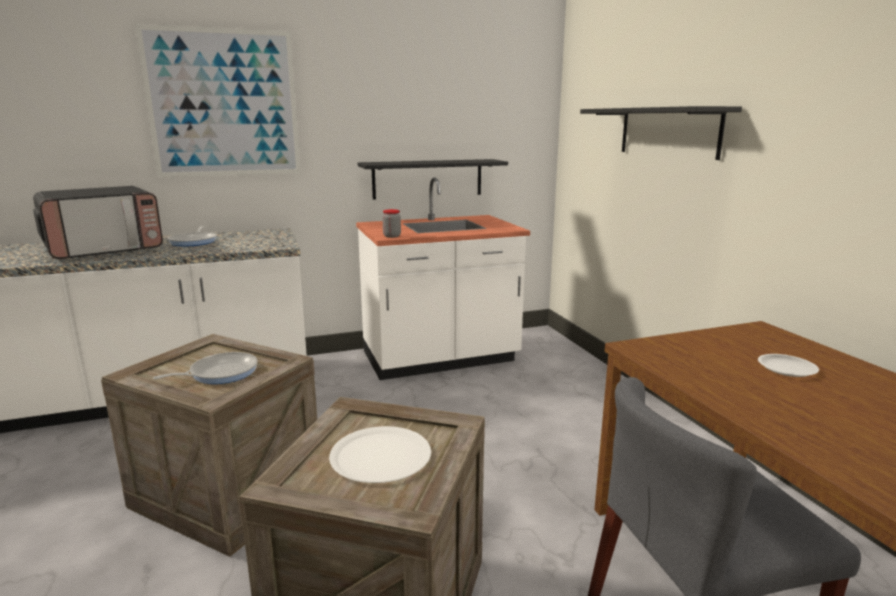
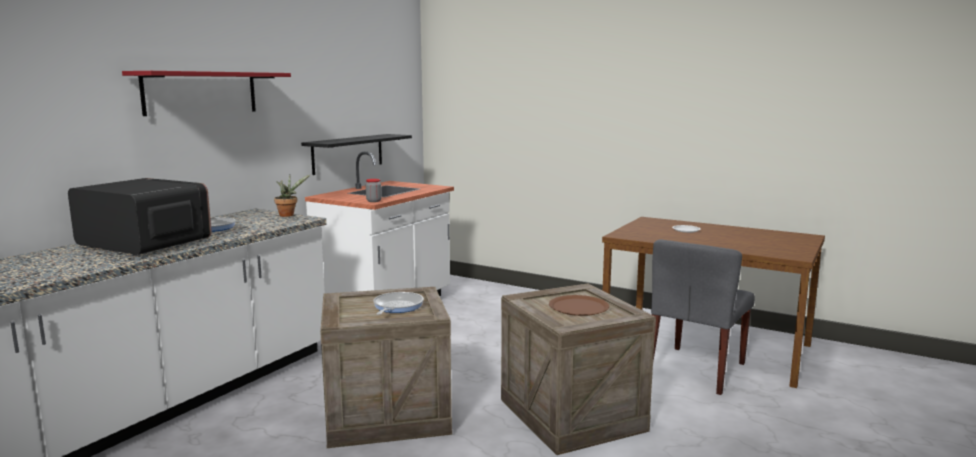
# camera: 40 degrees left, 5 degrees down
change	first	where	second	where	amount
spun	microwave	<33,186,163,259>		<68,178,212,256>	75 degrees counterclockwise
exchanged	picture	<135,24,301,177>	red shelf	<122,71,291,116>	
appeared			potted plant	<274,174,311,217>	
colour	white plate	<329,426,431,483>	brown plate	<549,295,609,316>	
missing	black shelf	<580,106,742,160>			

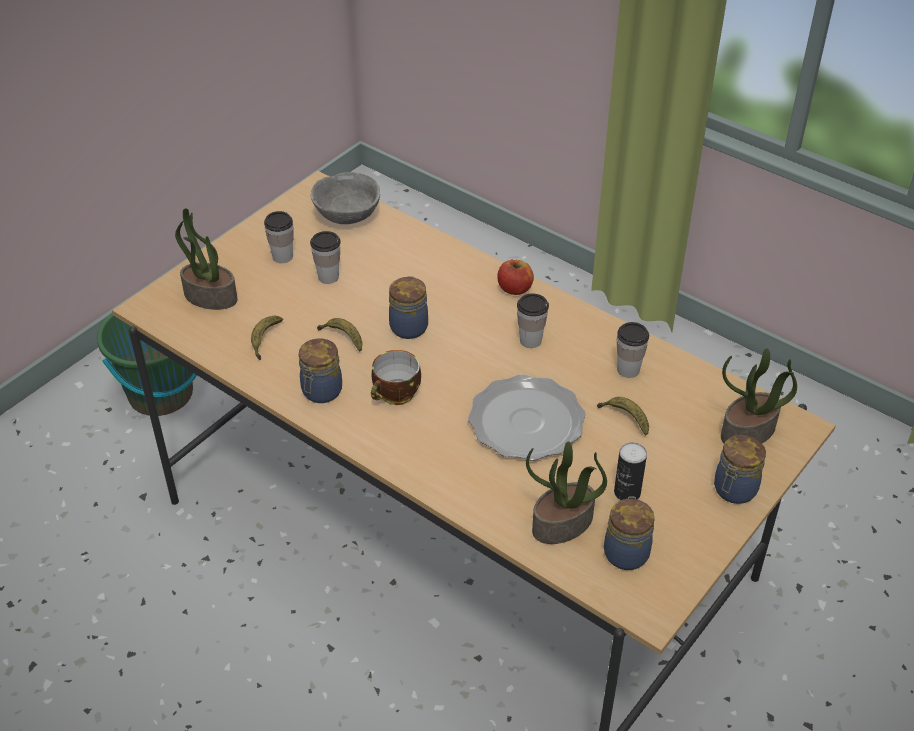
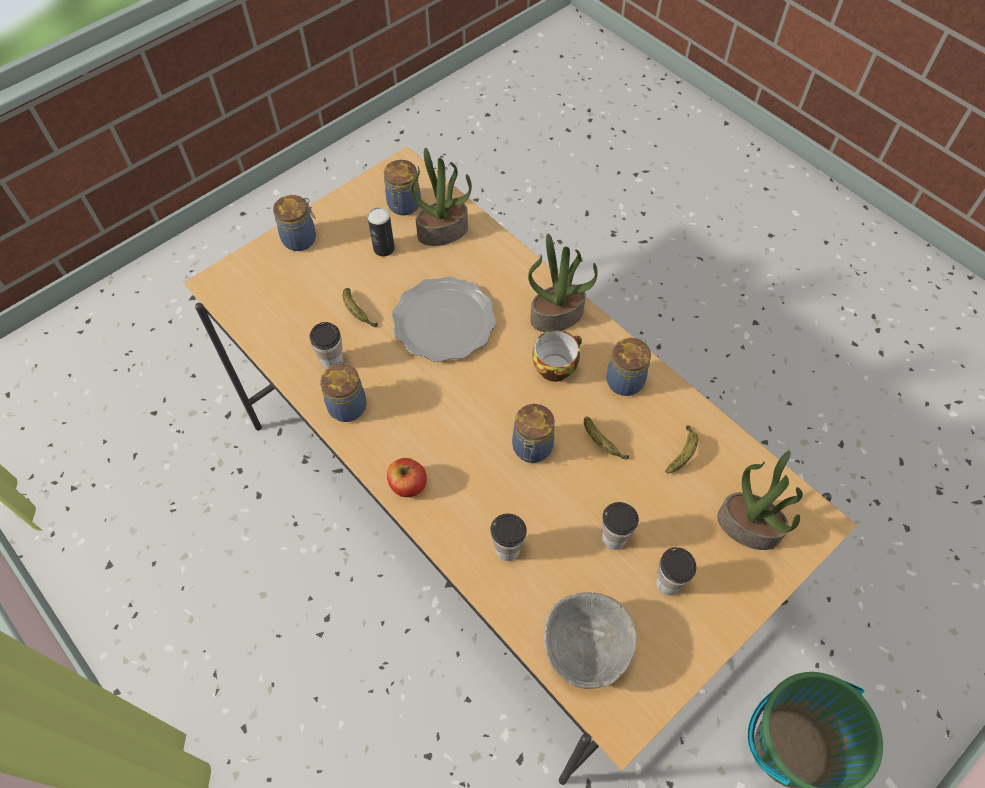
# camera: 170 degrees left, 15 degrees up
change	first	where	second	where	amount
appeared			jar	<320,361,366,422>	
relocated	cup	<517,293,549,348>		<491,514,527,561>	
relocated	potted plant	<721,348,797,444>		<528,234,598,332>	

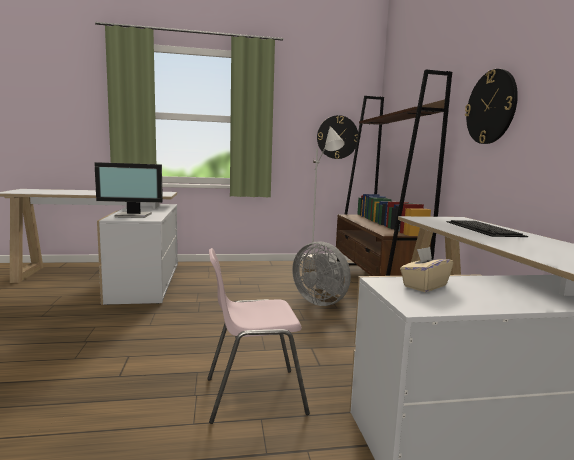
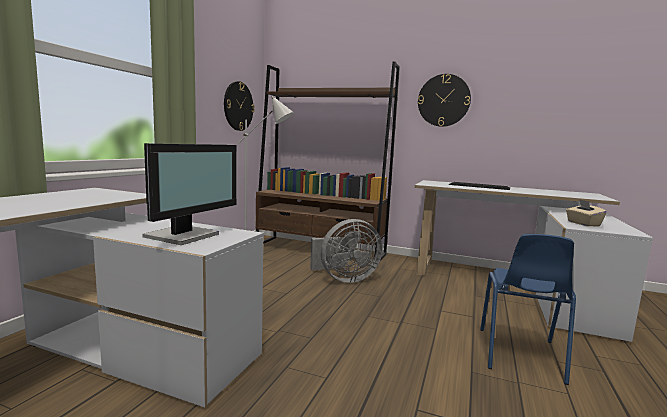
# camera: 60 degrees left, 0 degrees up
change	first	where	second	where	amount
colour	pink chair	<207,248,310,424>	blue chair	<480,234,576,385>	

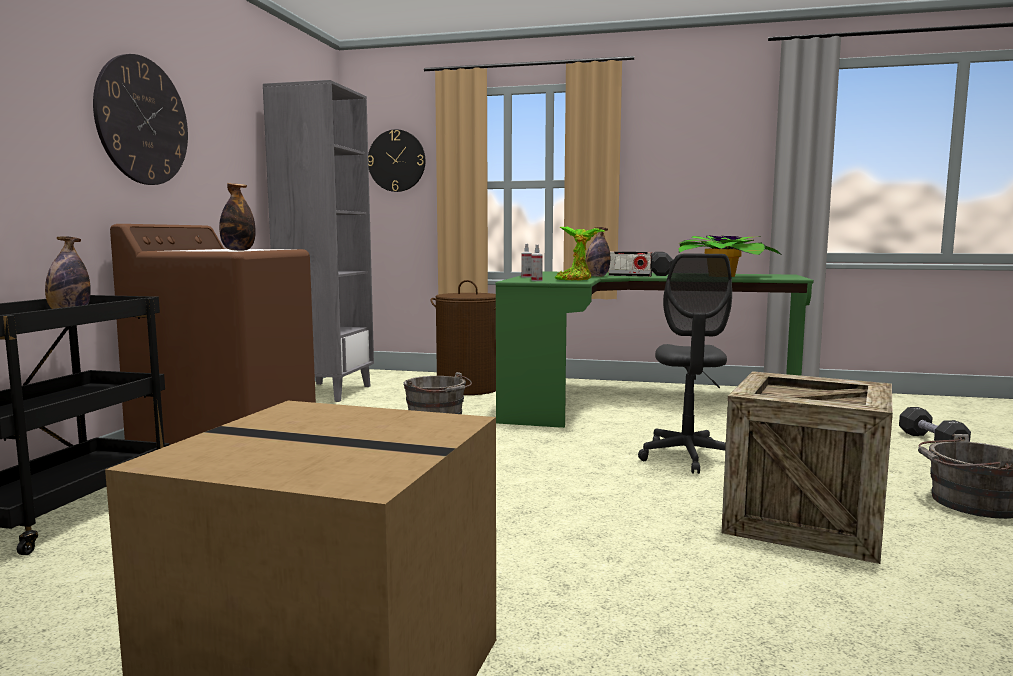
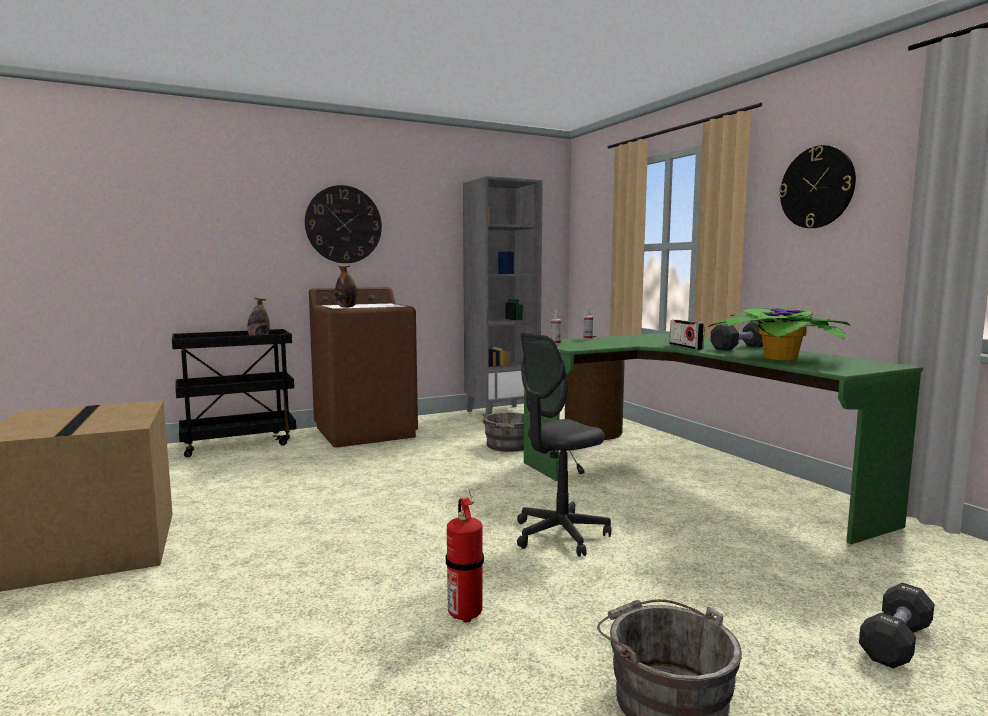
# camera: 50 degrees right, 0 degrees up
change	first	where	second	where	amount
exchanged	crate	<722,371,893,564>	fire extinguisher	<446,490,484,623>	
relocated	wall clock	<368,129,425,192>		<779,145,856,228>	
missing	potted plant	<555,226,606,281>			
missing	bottle	<585,227,610,277>			

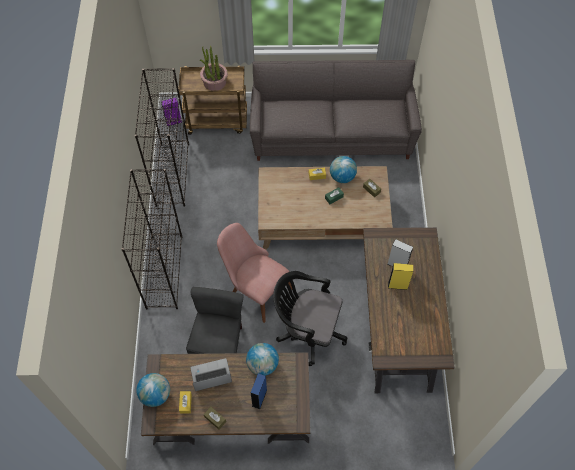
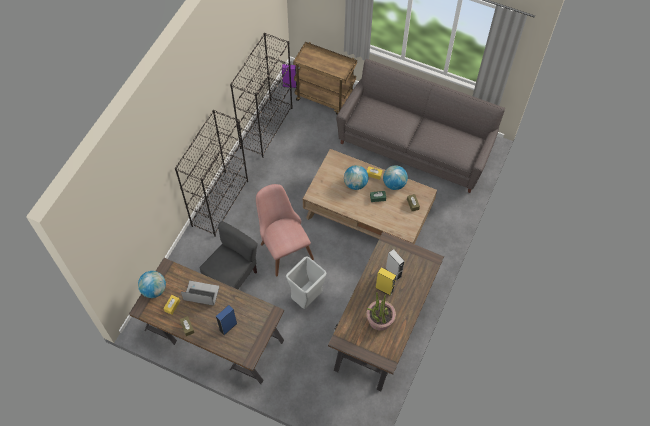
# camera: 25 degrees right, 0 degrees up
change	first	where	second	where	amount
exchanged	black office chair	<273,271,347,366>	grey trash can	<286,256,326,309>	
relocated	globe	<246,343,279,376>		<344,165,368,190>	
relocated	potted plant	<200,46,228,91>		<366,292,396,331>	

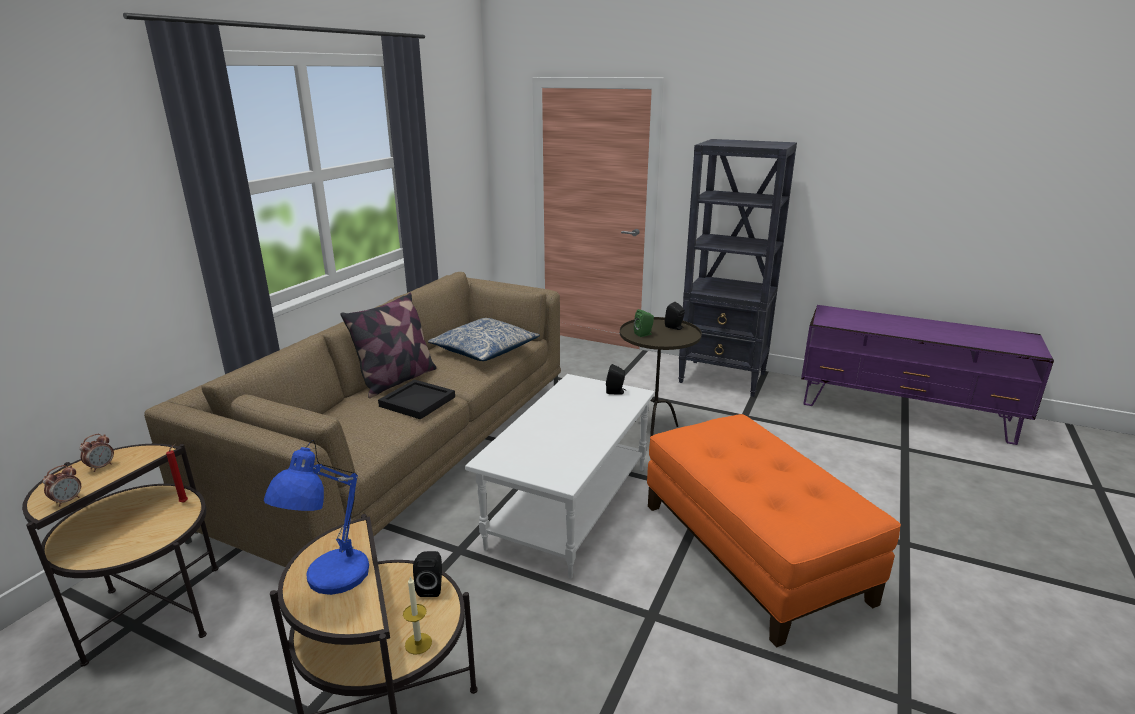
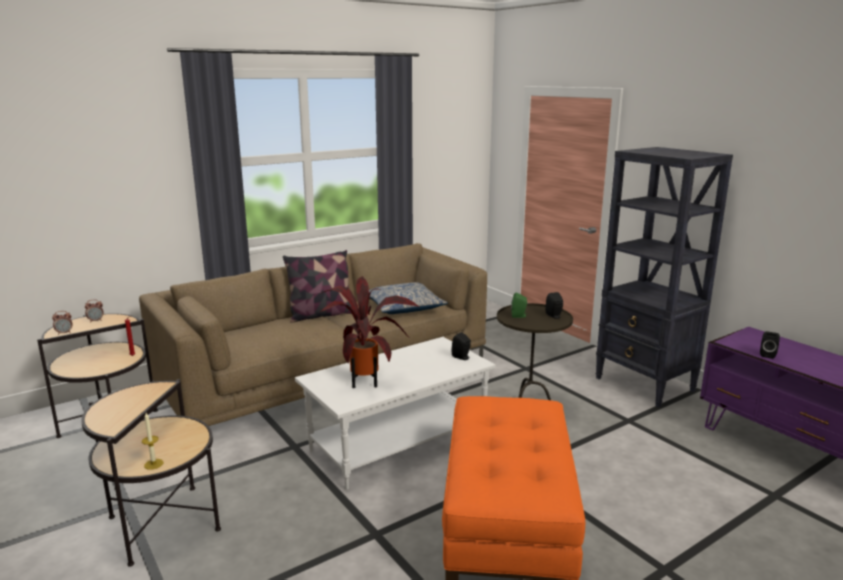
# camera: 30 degrees right, 5 degrees down
change	first	where	second	where	amount
appeared			potted plant	<319,276,419,388>	
relocated	black speaker	<413,551,442,597>		<760,331,780,359>	
missing	blue table lamp	<264,440,369,595>			
missing	black tray	<378,379,455,419>			

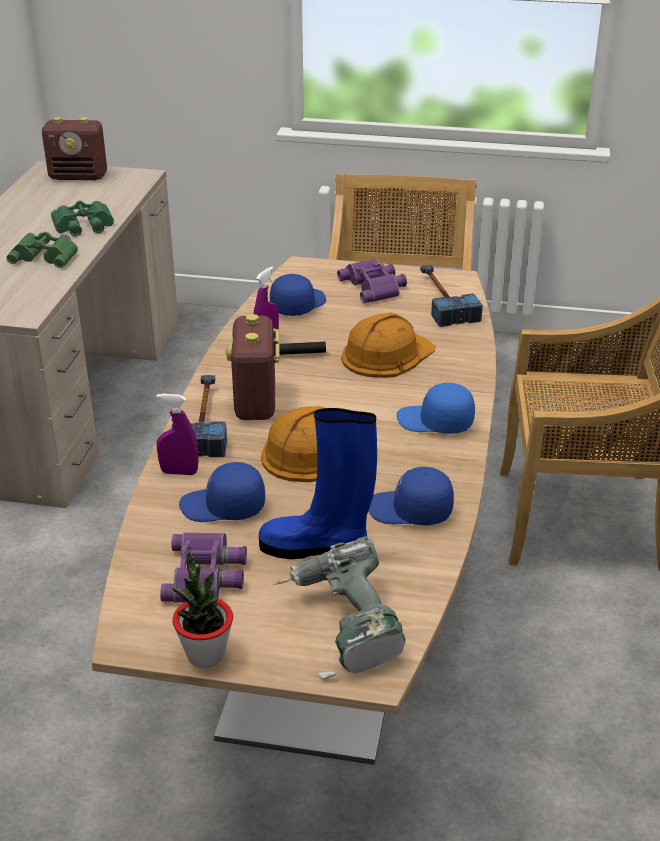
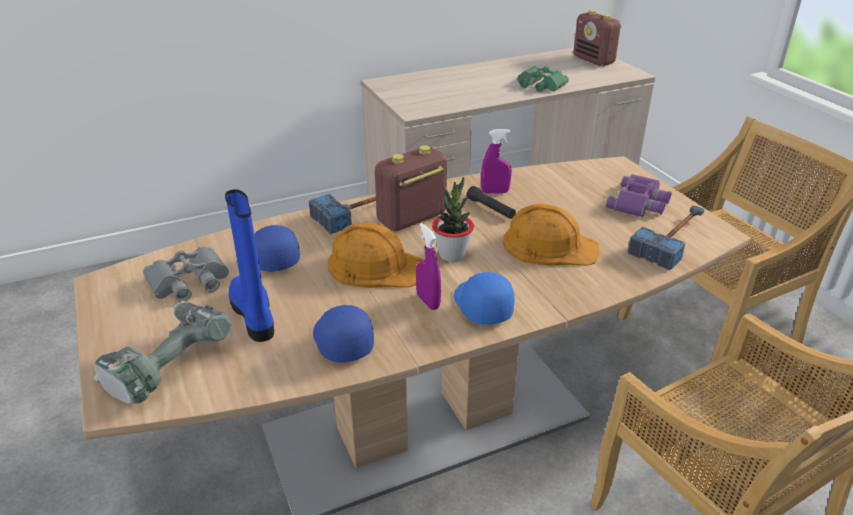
# camera: 55 degrees right, 0 degrees up
change	first	where	second	where	amount
colour	purple binoculars	<160,532,247,603>	grey binoculars	<143,247,229,302>	
relocated	purple spray bottle	<156,394,199,475>		<416,223,441,310>	
relocated	potted plant	<172,551,233,668>		<432,177,474,262>	
missing	green binoculars	<7,232,78,268>			
missing	blue cap	<270,274,326,316>			

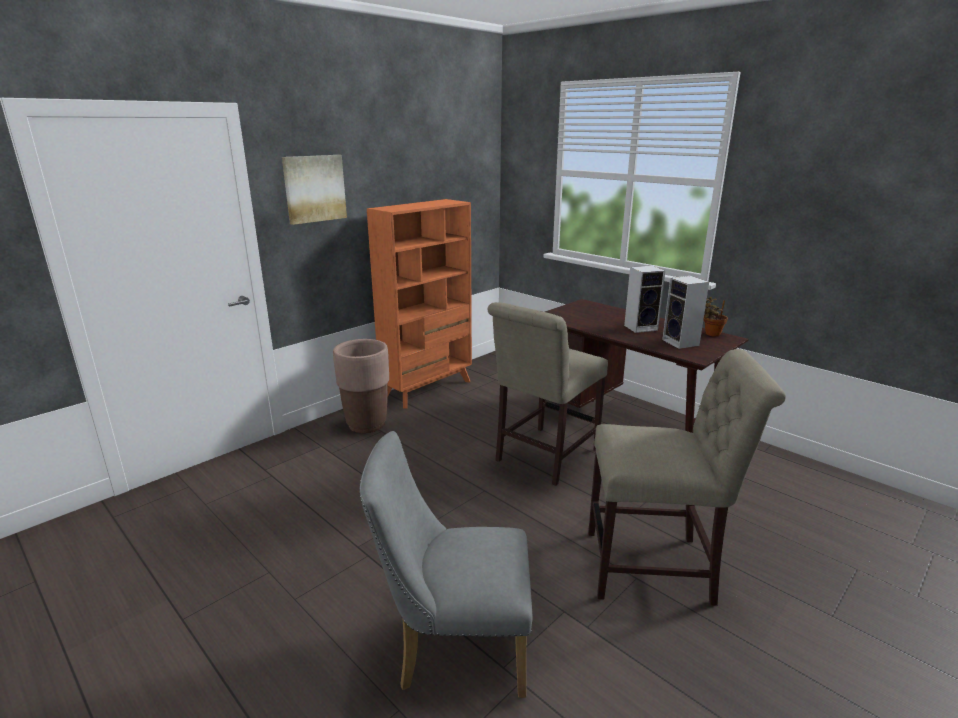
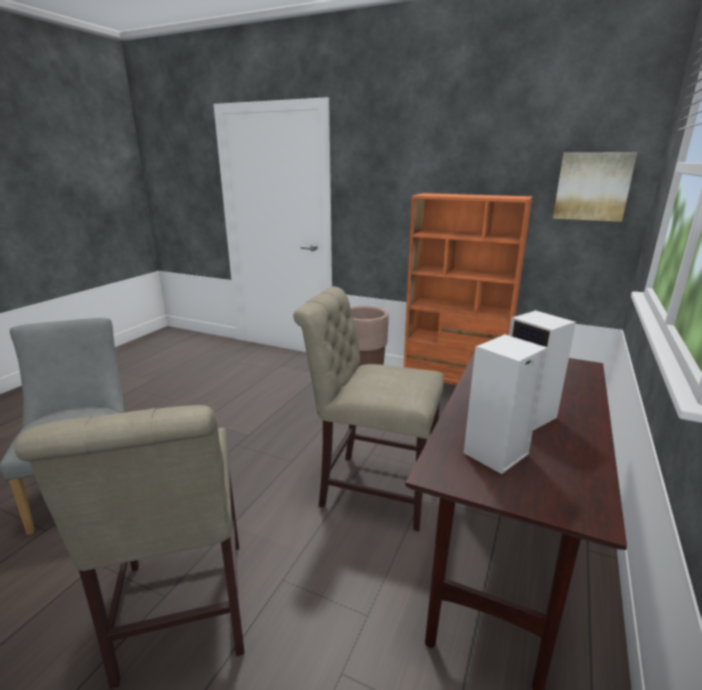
# camera: 70 degrees right, 0 degrees up
change	first	where	second	where	amount
relocated	picture	<282,155,347,225>		<553,152,637,222>	
missing	potted plant	<704,297,728,337>			

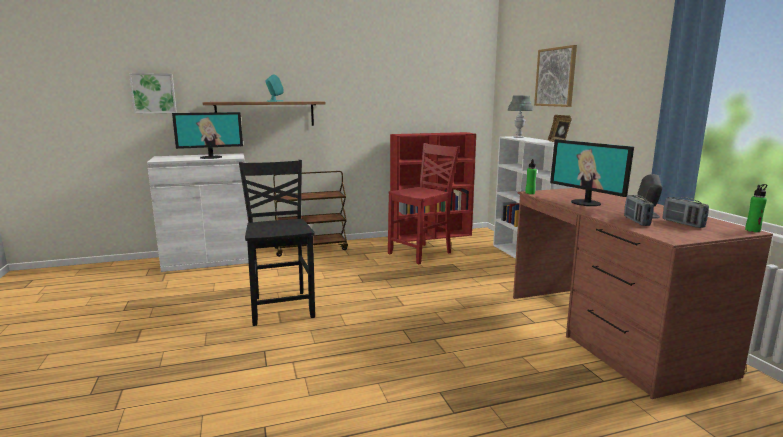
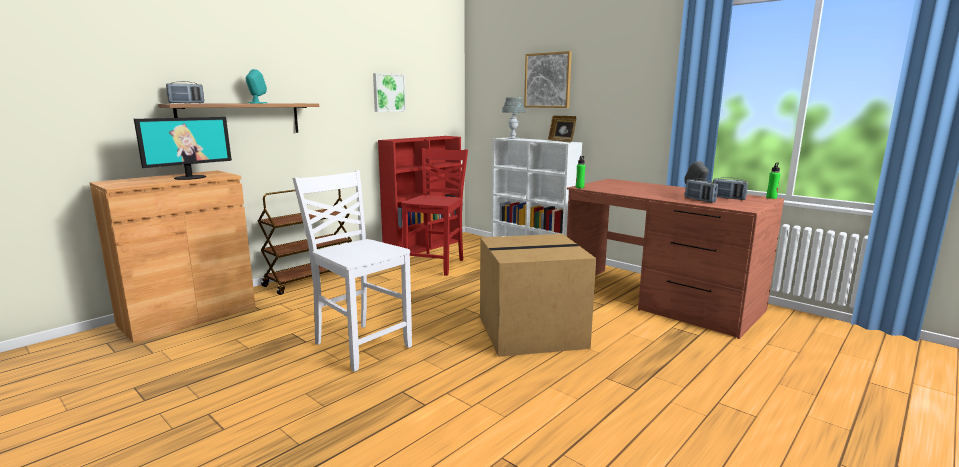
# camera: 30 degrees left, 0 degrees up
change	first	where	second	where	amount
colour	white cabinet	<147,153,249,272>	brown cabinet	<89,170,256,343>	
appeared			radio	<166,81,204,103>	
colour	black chair	<239,160,315,326>	white chair	<293,170,412,372>	
relocated	picture	<129,73,177,113>		<373,73,406,112>	
appeared			cardboard box	<480,234,596,357>	
missing	monitor	<550,139,634,206>			

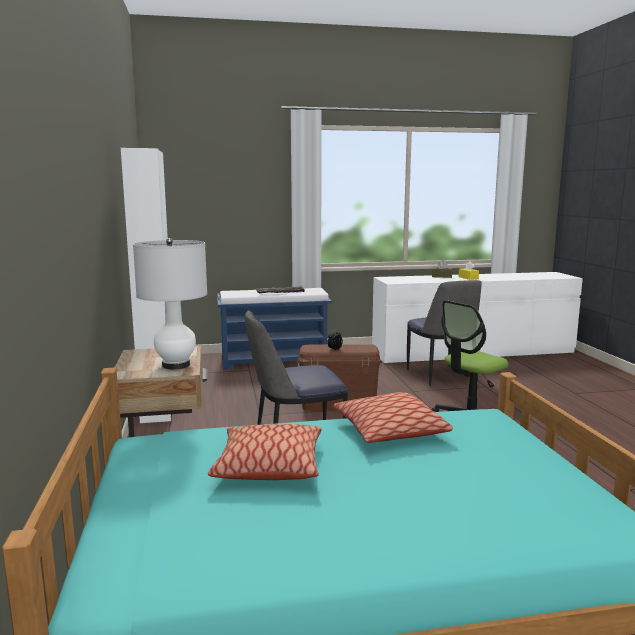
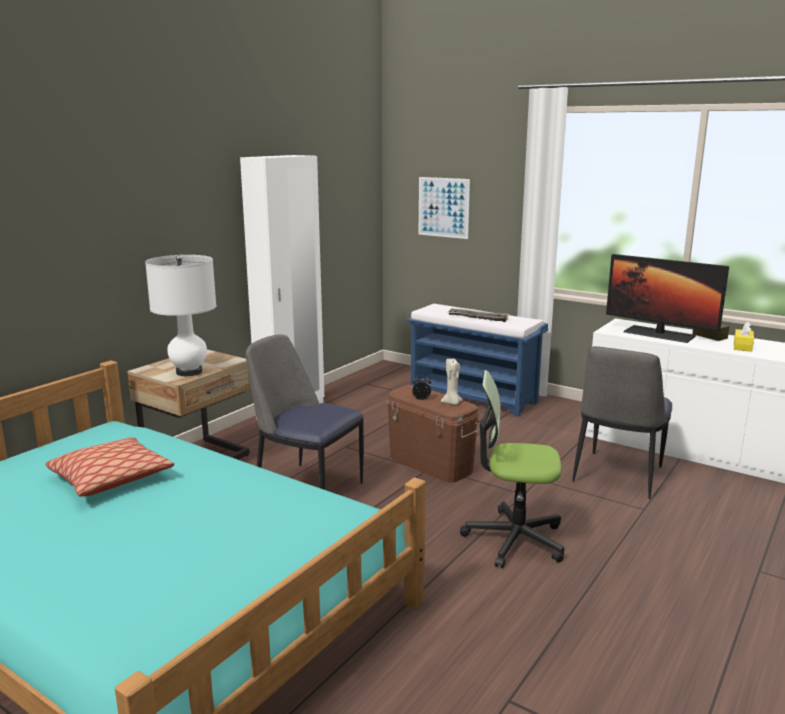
# camera: 45 degrees right, 5 degrees up
change	first	where	second	where	amount
appeared			picture	<419,177,470,239>	
appeared			beige candle	<441,359,463,405>	
appeared			monitor	<606,254,729,343>	
missing	pillow	<333,392,453,443>			

